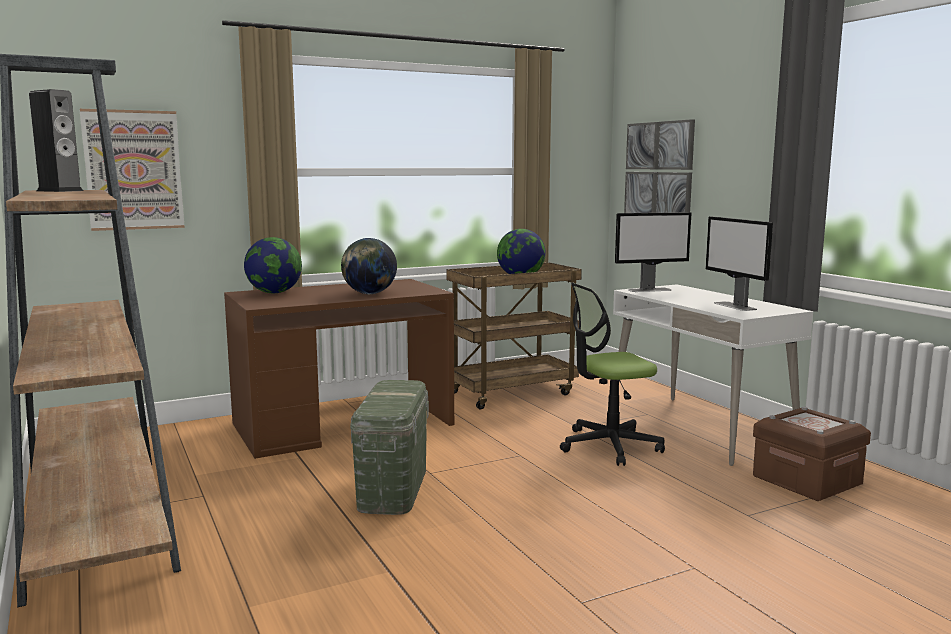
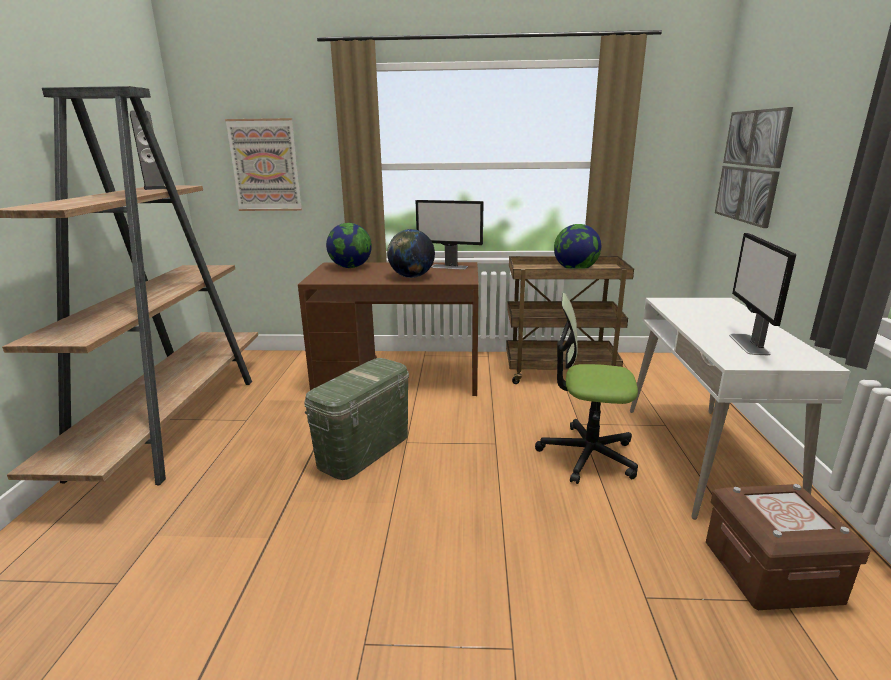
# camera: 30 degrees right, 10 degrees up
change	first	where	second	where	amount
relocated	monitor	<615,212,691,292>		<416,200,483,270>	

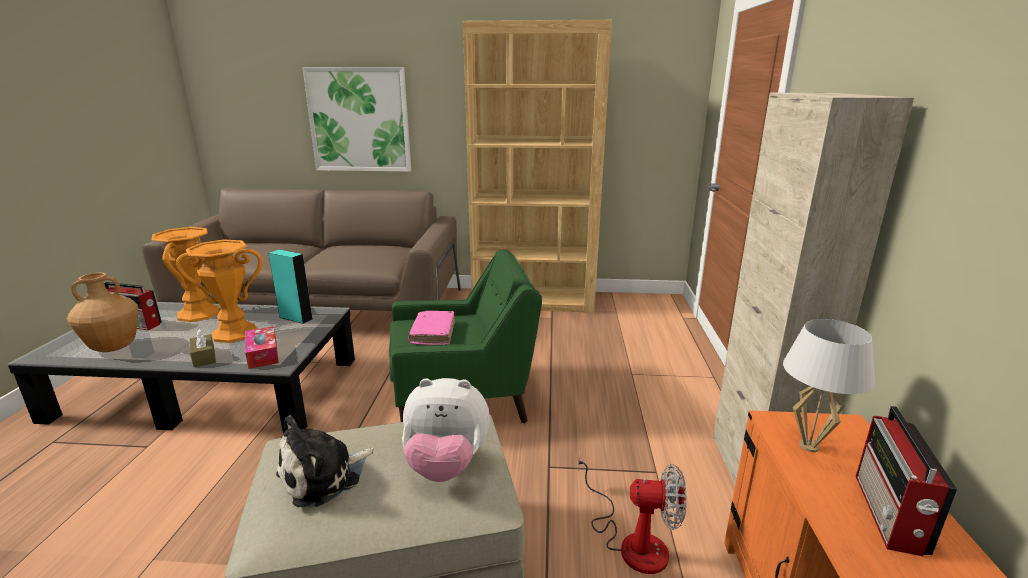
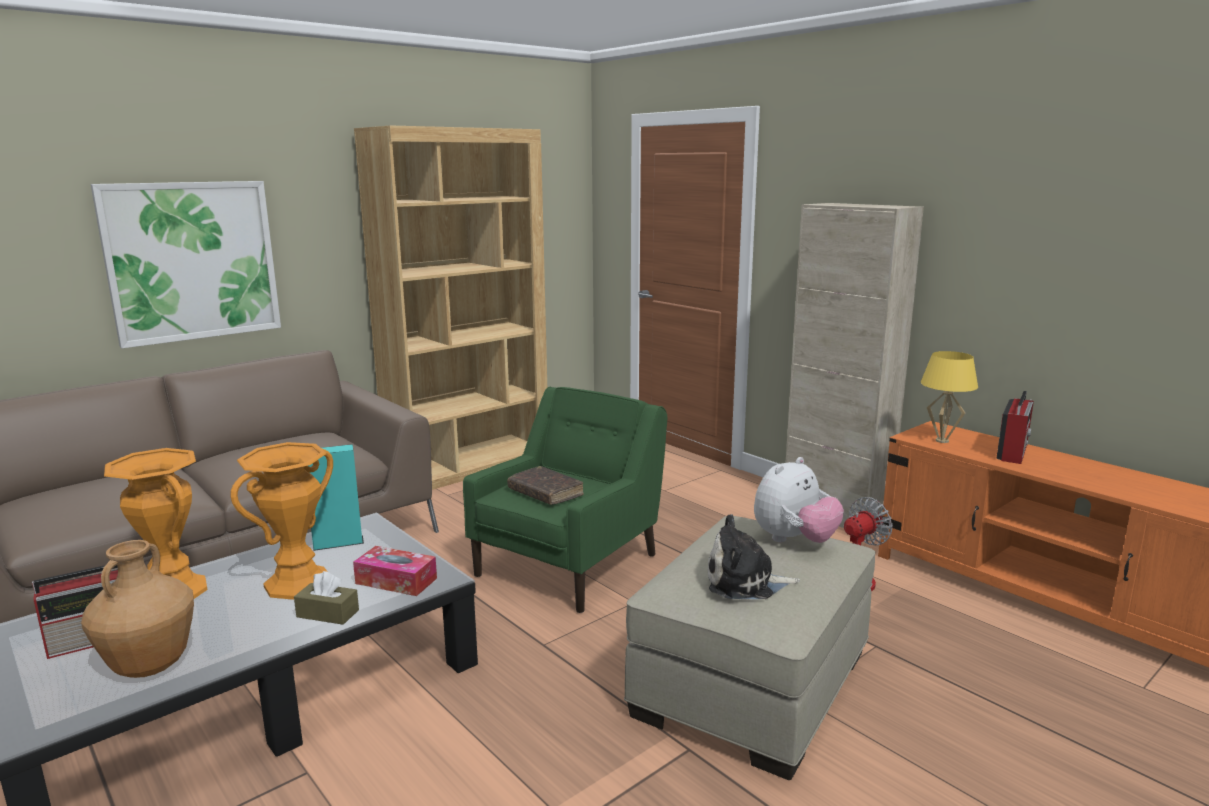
# camera: 45 degrees left, 5 degrees down
change	first	where	second	where	amount
colour	pink book	<408,311,455,345>	brown book	<507,466,584,505>	
spun	plush toy	<276,415,374,507>		<708,514,800,599>	90 degrees clockwise
colour	white table lamp	<783,319,875,452>	yellow table lamp	<921,351,978,443>	
spun	radio	<856,405,957,556>		<996,391,1034,464>	120 degrees counterclockwise

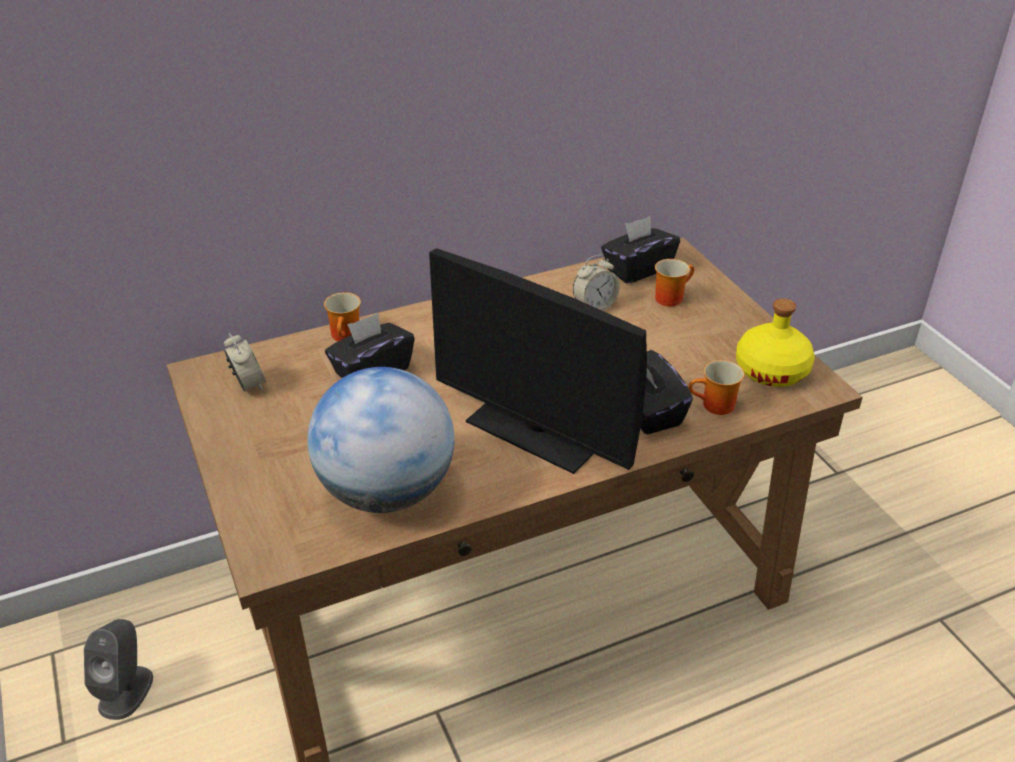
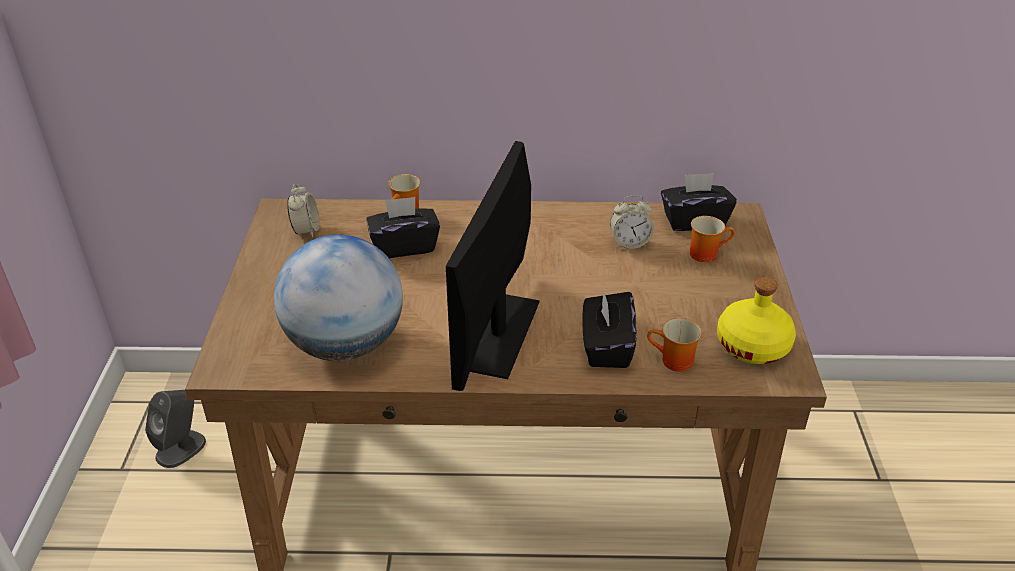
# camera: 25 degrees right, 0 degrees up
change	first	where	second	where	amount
spun	monitor	<429,248,647,474>		<446,141,540,391>	45 degrees clockwise

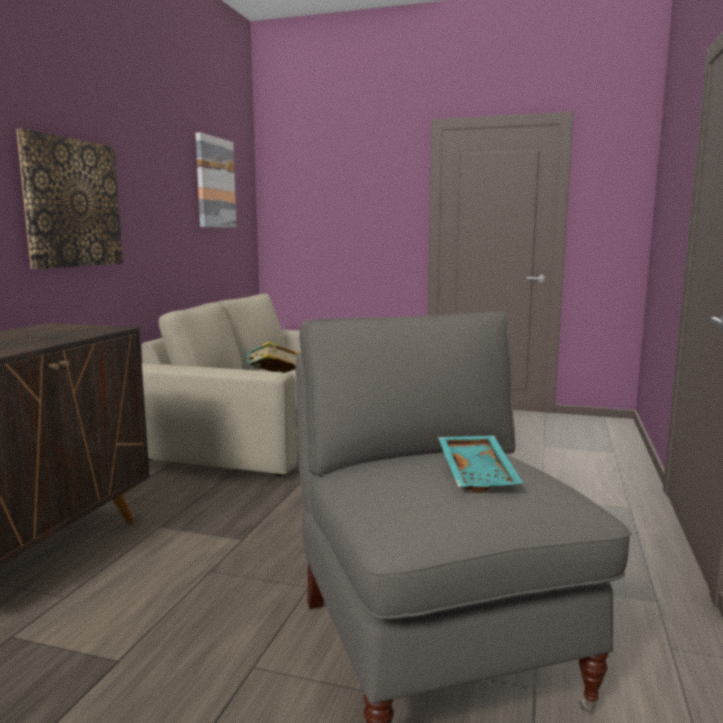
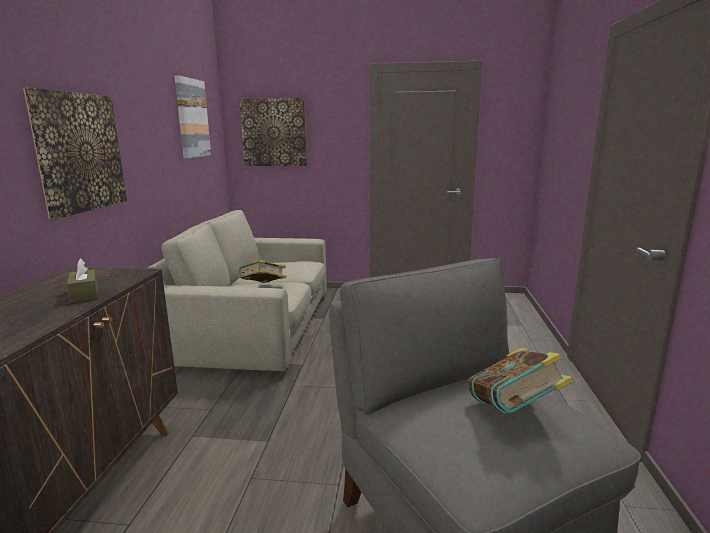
# camera: 10 degrees left, 5 degrees up
change	first	where	second	where	amount
appeared			brown tissue box	<67,258,98,303>	
appeared			picture	<239,98,307,166>	
exchanged	turquoise tray	<438,435,523,492>	book	<468,348,574,413>	

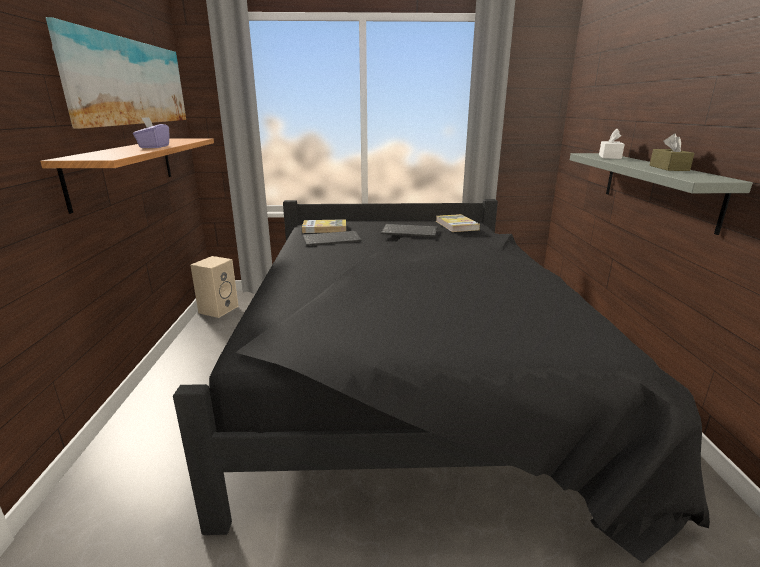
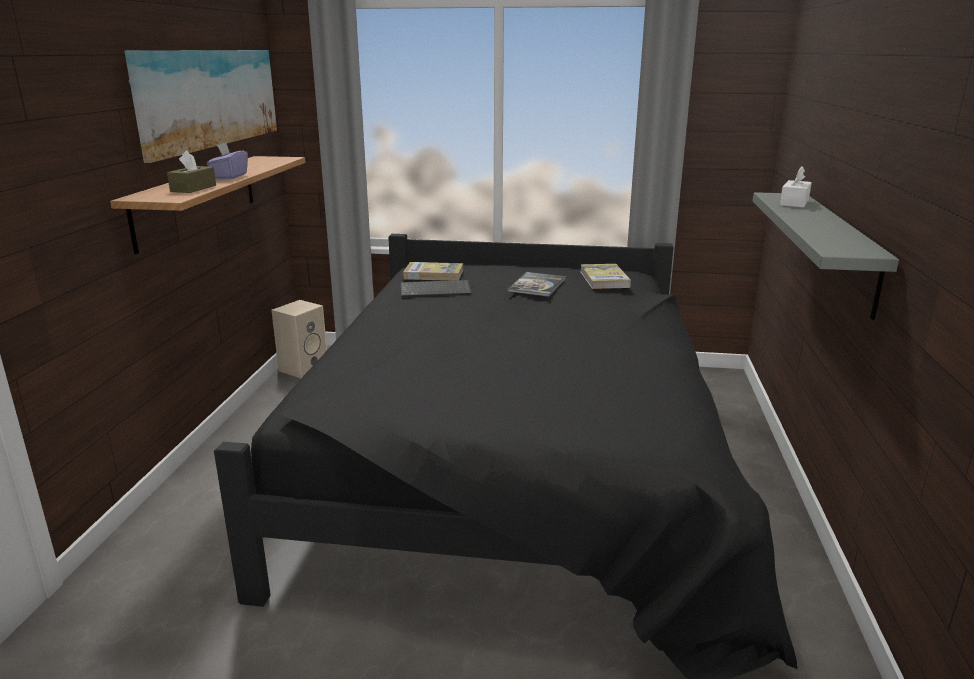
# camera: 10 degrees right, 0 degrees up
change	first	where	second	where	amount
relocated	brown tissue box	<650,133,695,171>		<167,150,216,193>	
exchanged	keyboard	<381,224,437,237>	book	<508,272,566,297>	

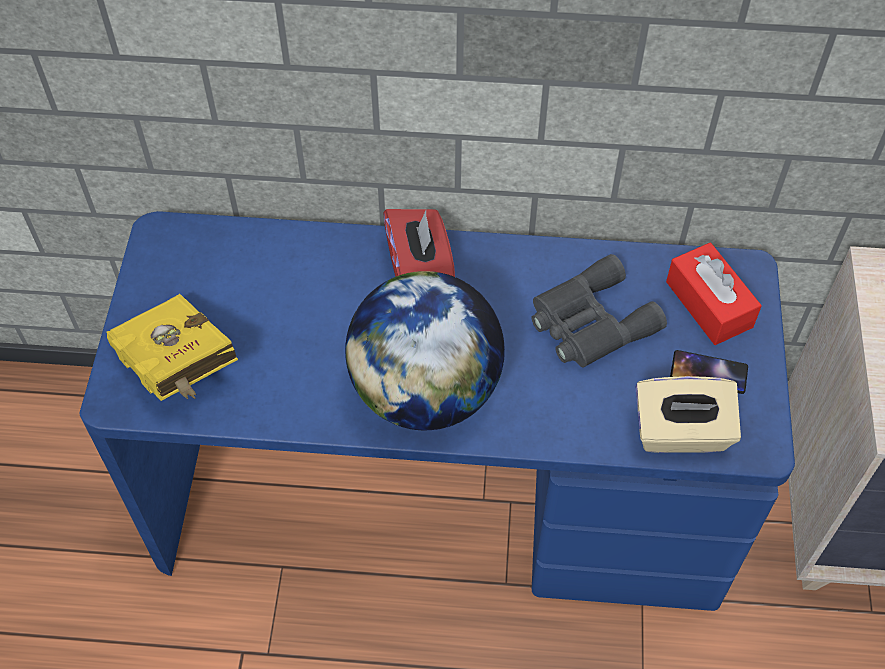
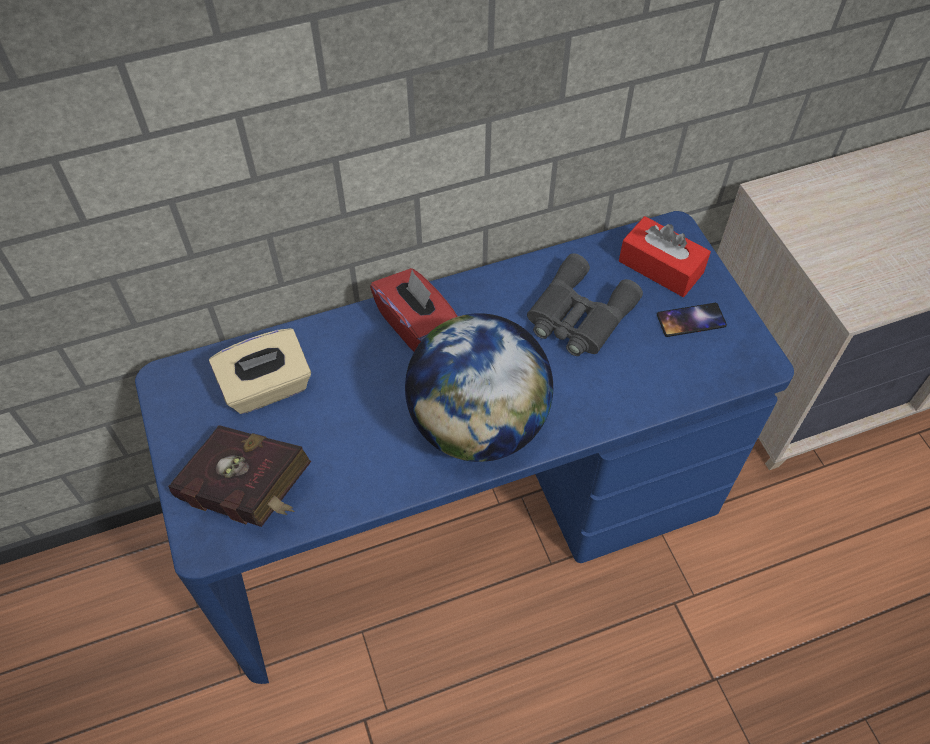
# camera: 25 degrees left, 0 degrees up
change	first	where	second	where	amount
colour	yellow book	<107,294,238,401>	red book	<168,425,311,527>	
relocated	beige tissue box	<636,376,741,453>		<209,328,311,414>	

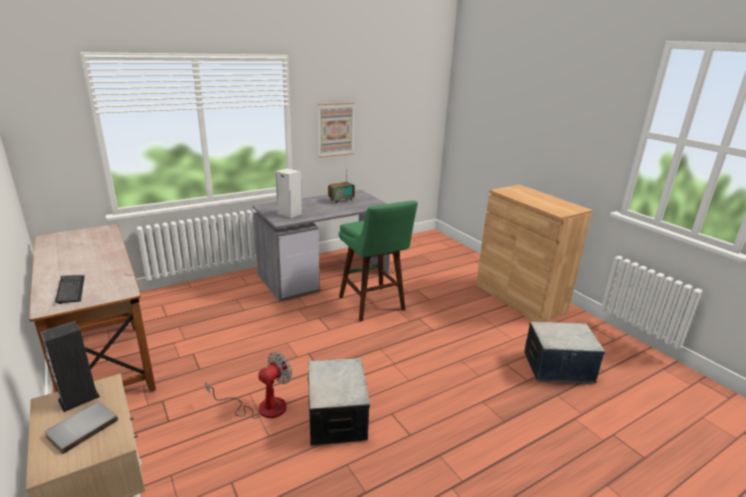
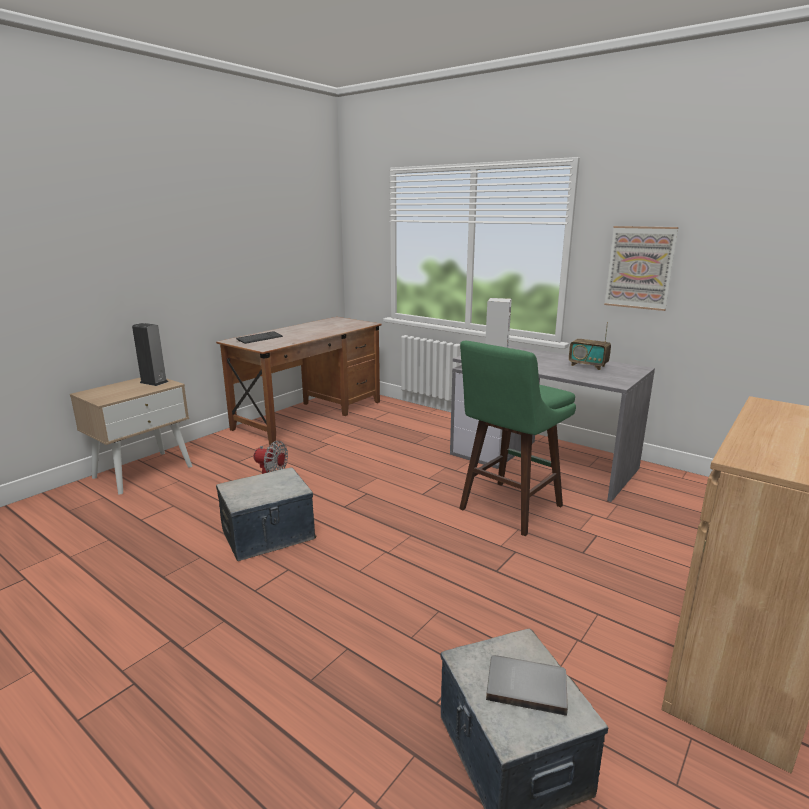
# camera: 70 degrees right, 5 degrees down
change	first	where	second	where	amount
relocated	grey book	<44,402,118,454>		<486,655,568,716>	

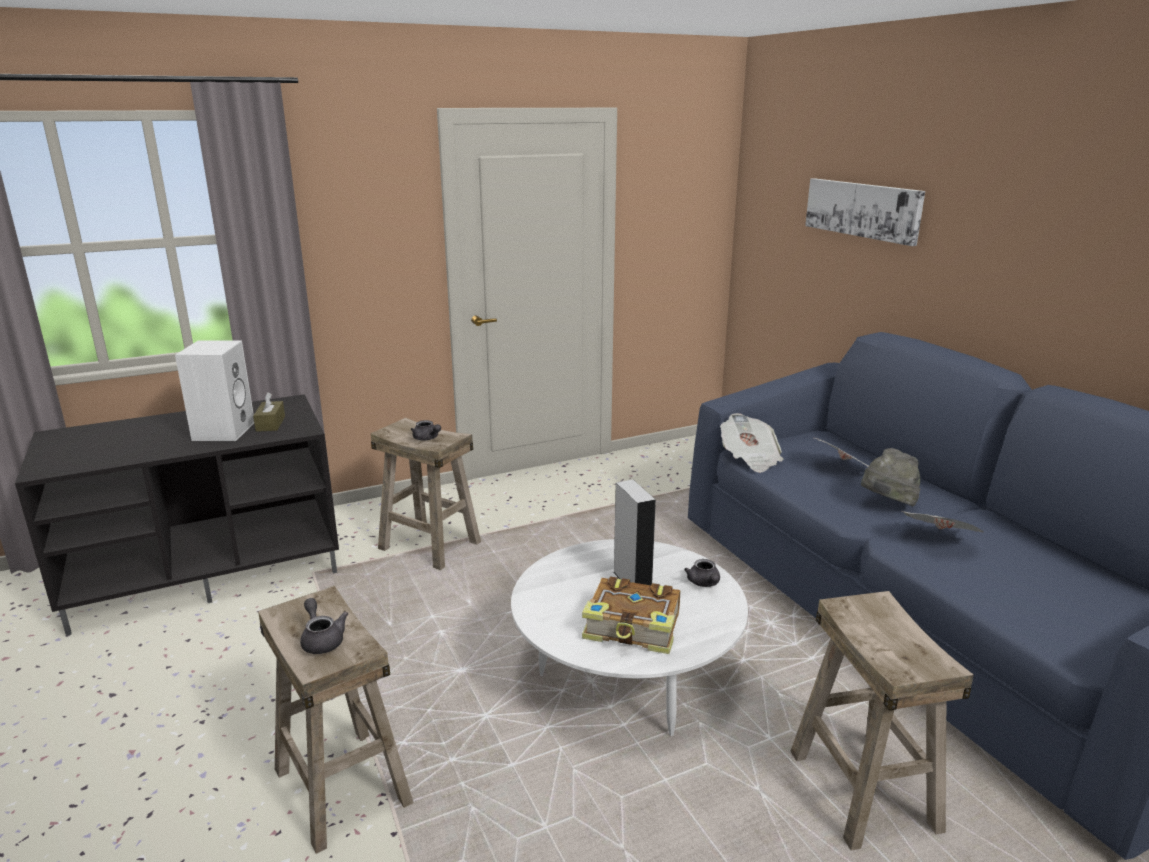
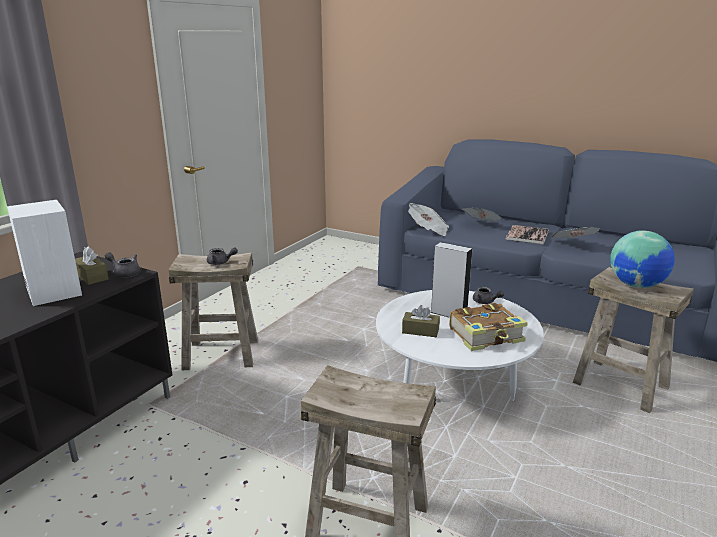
# camera: 35 degrees left, 0 degrees up
change	first	where	second	where	amount
relocated	grey teapot	<300,598,348,654>		<105,252,140,277>	
appeared			brown tissue box	<402,305,440,337>	
exchanged	grey hat	<861,448,920,506>	book	<505,225,549,245>	
appeared			globe	<610,231,675,288>	
missing	picture	<805,178,925,246>			

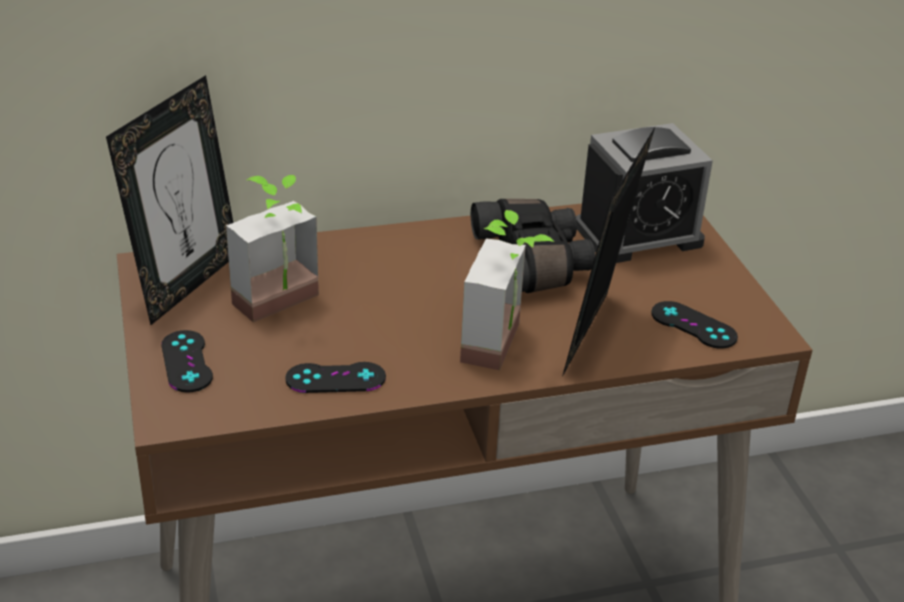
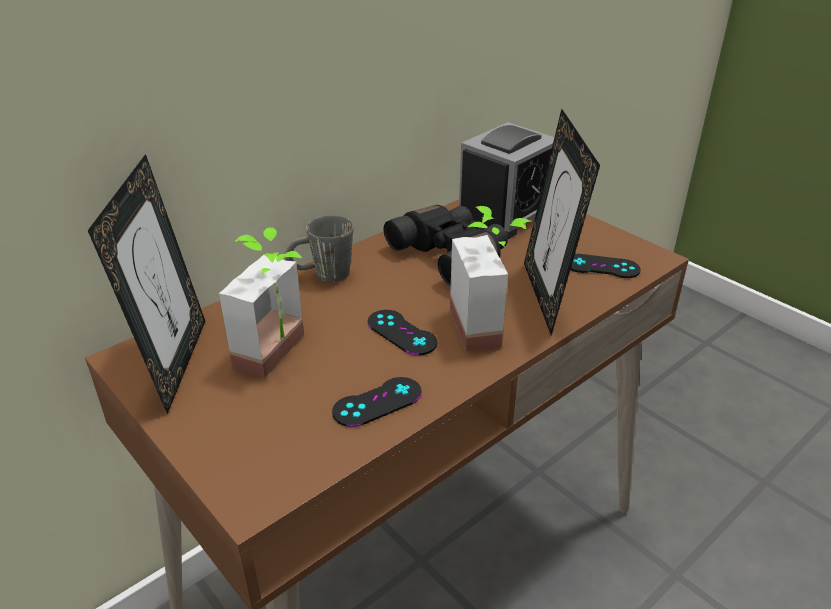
# camera: 25 degrees left, 0 degrees up
change	first	where	second	where	amount
appeared			grey mug	<285,215,354,282>	
relocated	black game controller	<161,330,213,393>		<368,310,437,355>	

